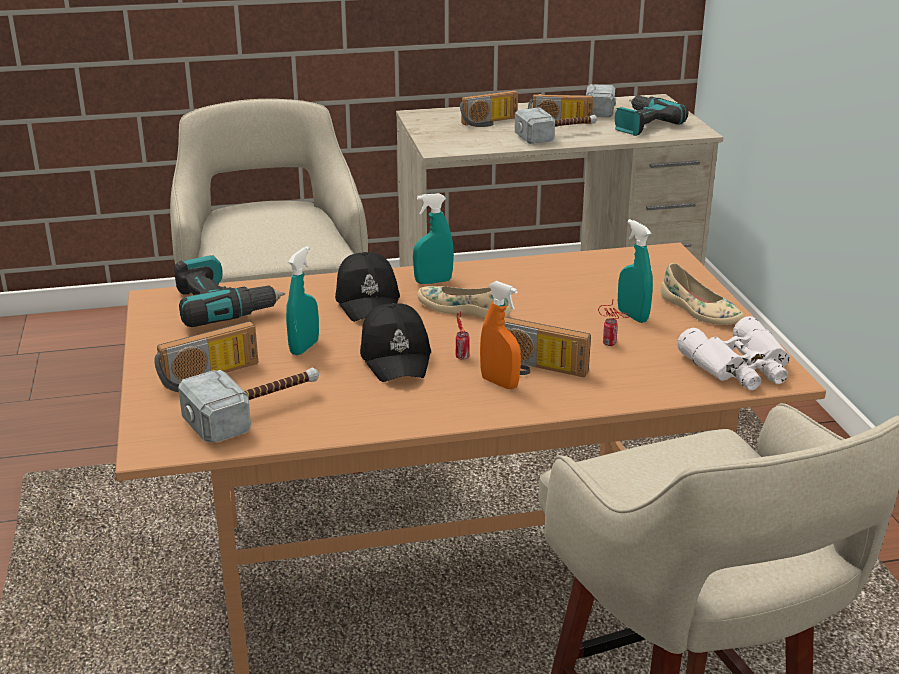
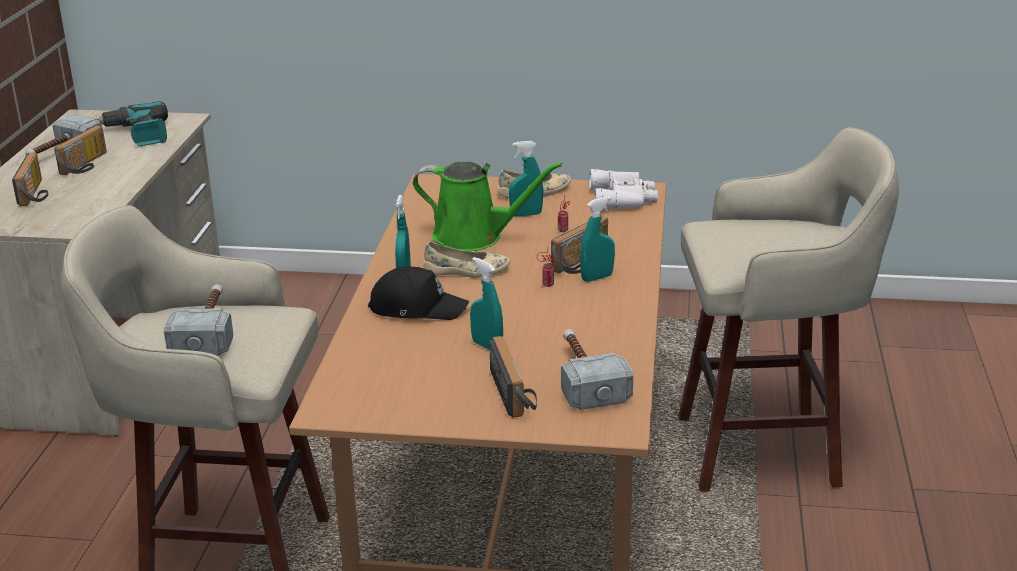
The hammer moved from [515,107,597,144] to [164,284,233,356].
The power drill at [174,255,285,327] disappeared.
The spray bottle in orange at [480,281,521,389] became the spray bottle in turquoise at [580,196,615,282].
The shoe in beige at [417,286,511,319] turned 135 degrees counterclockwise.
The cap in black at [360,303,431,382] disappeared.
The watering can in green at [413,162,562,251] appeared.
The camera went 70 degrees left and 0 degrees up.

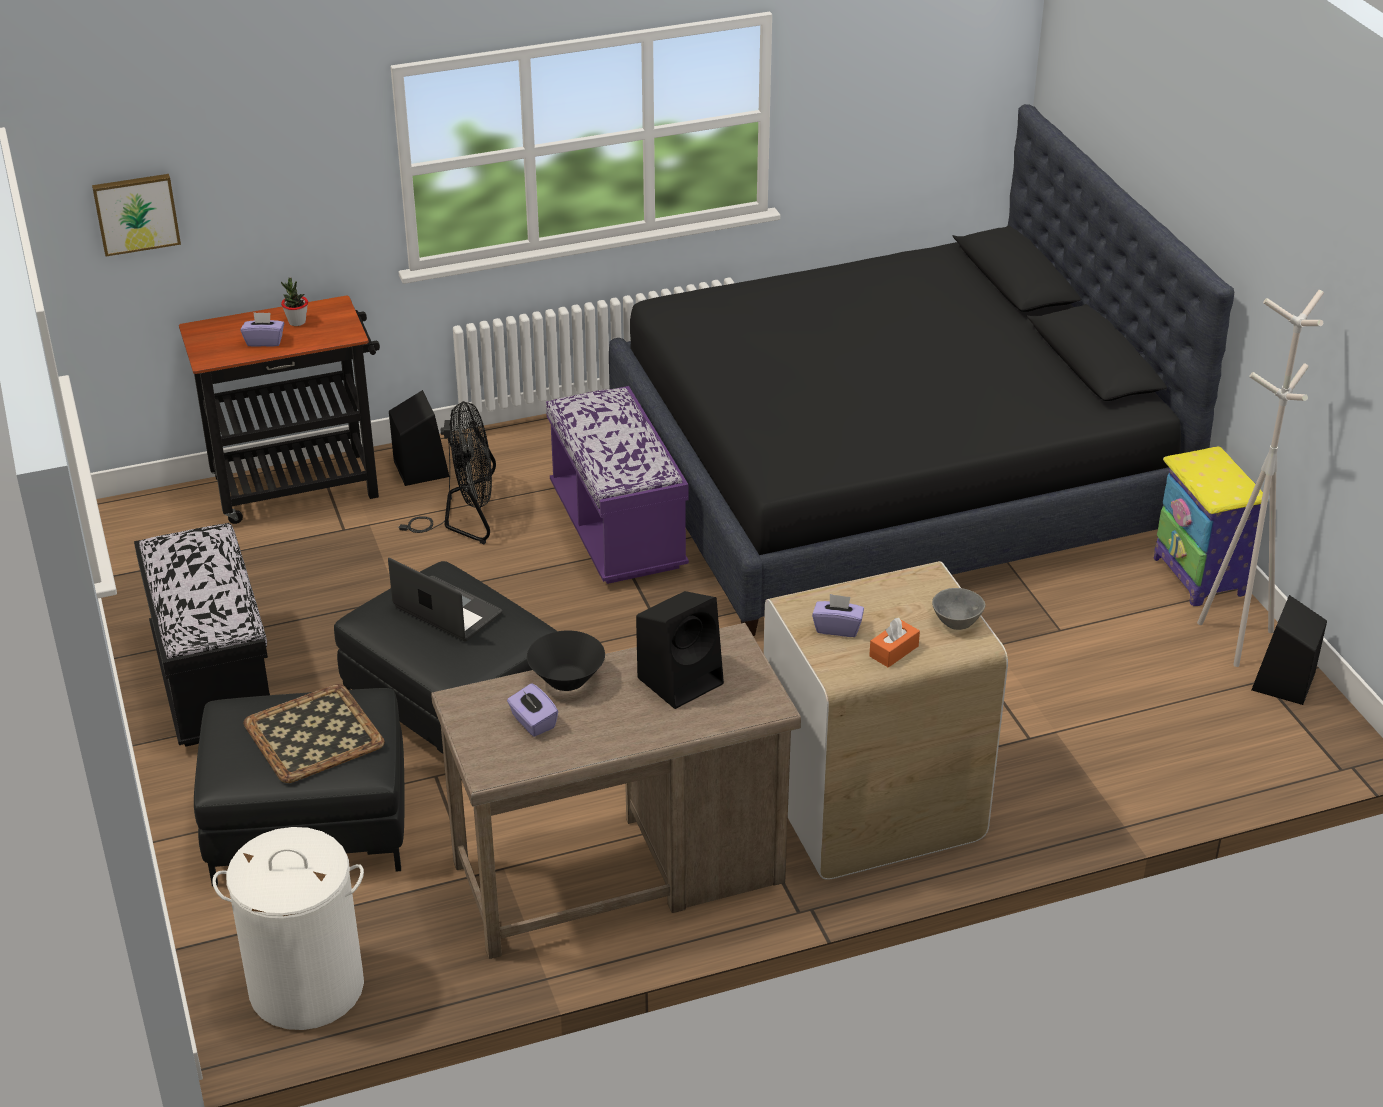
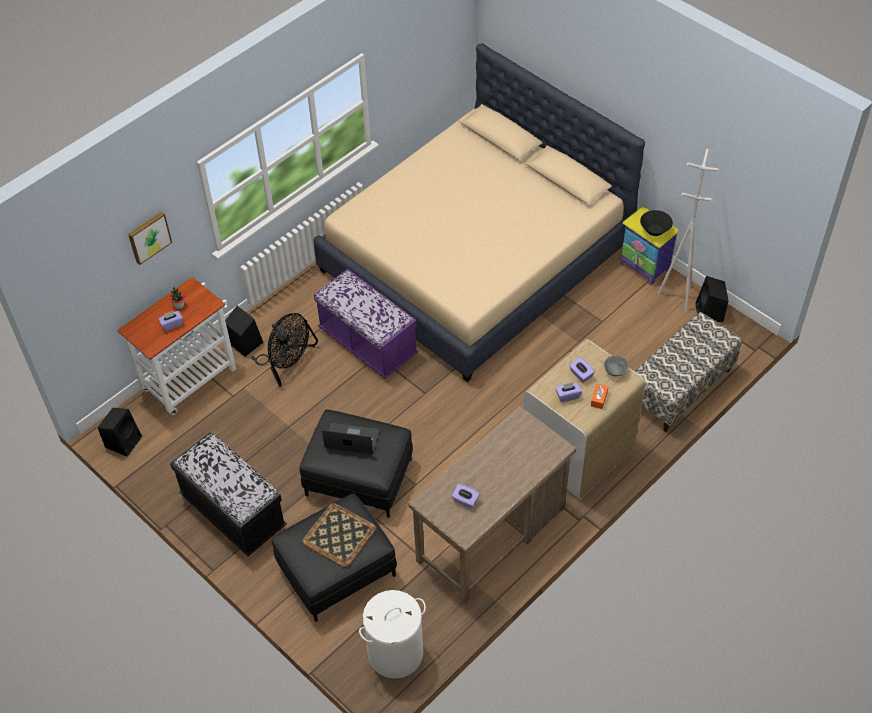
The bed in black at [609,104,1234,636] became the bed in beige at [314,43,645,382].
The picture moved from [92,174,181,256] to [128,212,172,265].
The cart in black at [179,296,380,524] became the cart in white at [117,277,236,415].
The fan in black at [398,401,496,545] turned 60 degrees clockwise.
The speaker in black moved from [636,591,724,709] to [98,408,142,457].
The bowl in black moved from [527,630,605,691] to [640,210,673,236].
The bench at [634,312,742,432] appeared.
The tissue box in purple at [569,357,595,383] appeared.
The camera went 25 degrees left and 15 degrees up.

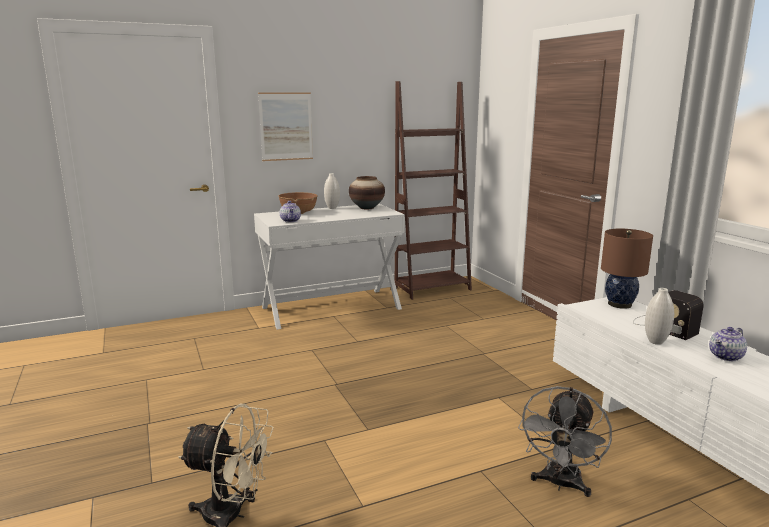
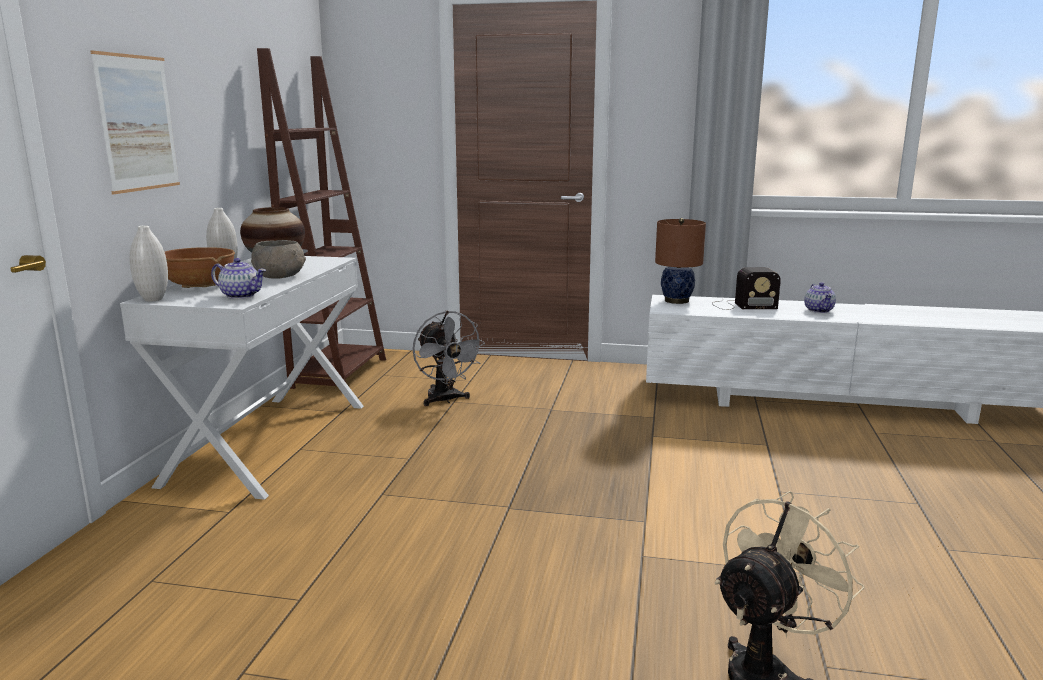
The vase in white moved from [645,288,674,345] to [129,225,168,302].
The fan in grey moved from [518,386,612,497] to [413,311,485,406].
The bowl in grey at [251,240,306,279] appeared.
The camera went 55 degrees left and 0 degrees up.

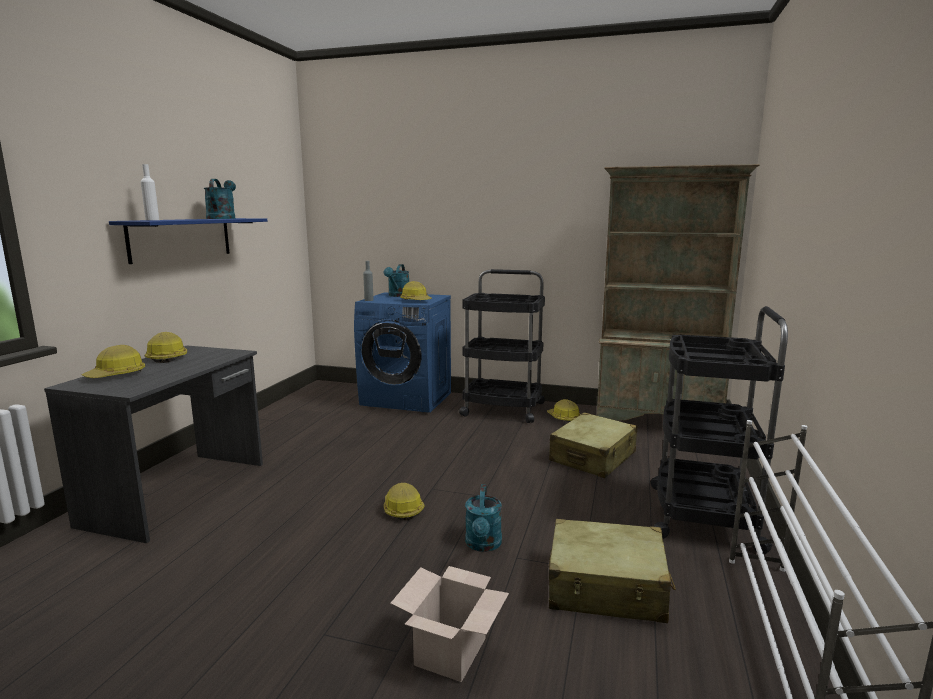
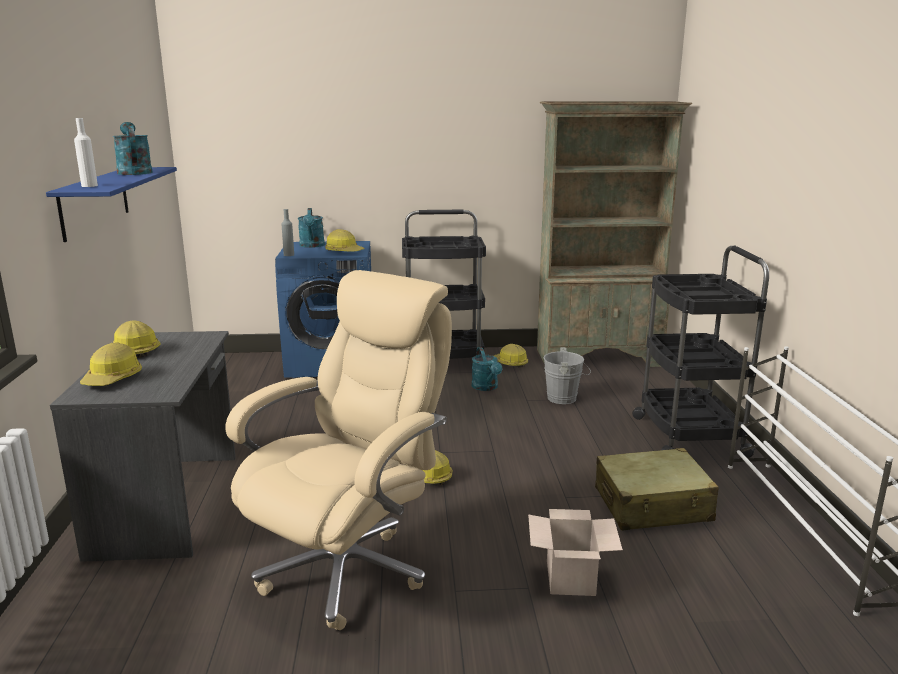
The suitcase in beige at [549,413,637,478] was replaced by the bucket in grey at [544,348,591,404].
The watering can in turquoise moved from [465,484,502,552] to [472,347,502,391].
The office chair in beige at [226,270,452,630] appeared.
The camera went 20 degrees left and 5 degrees up.

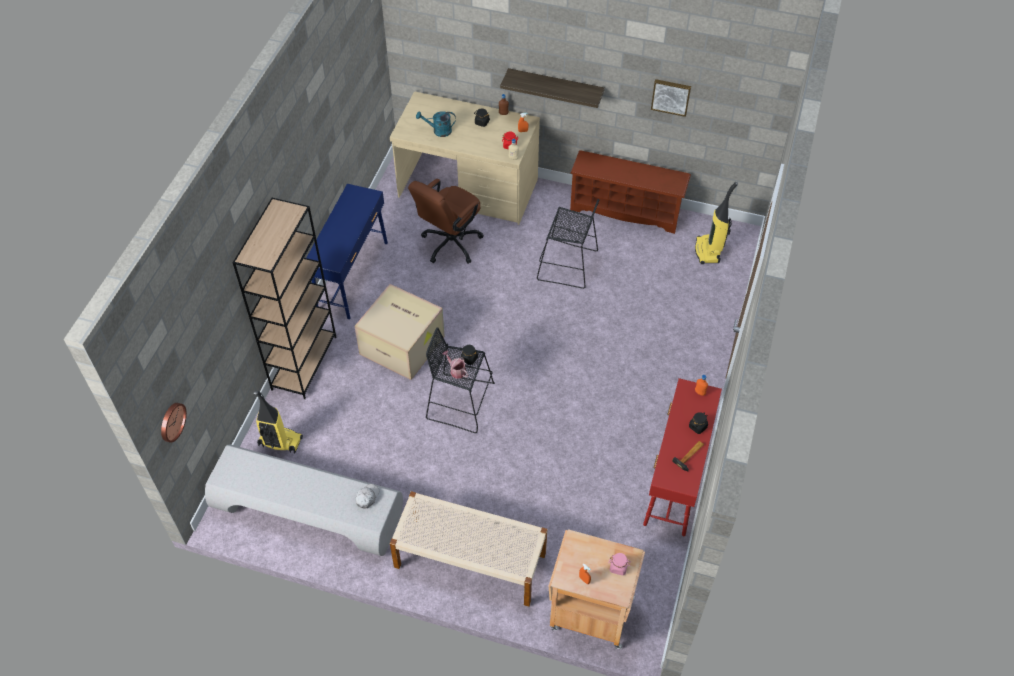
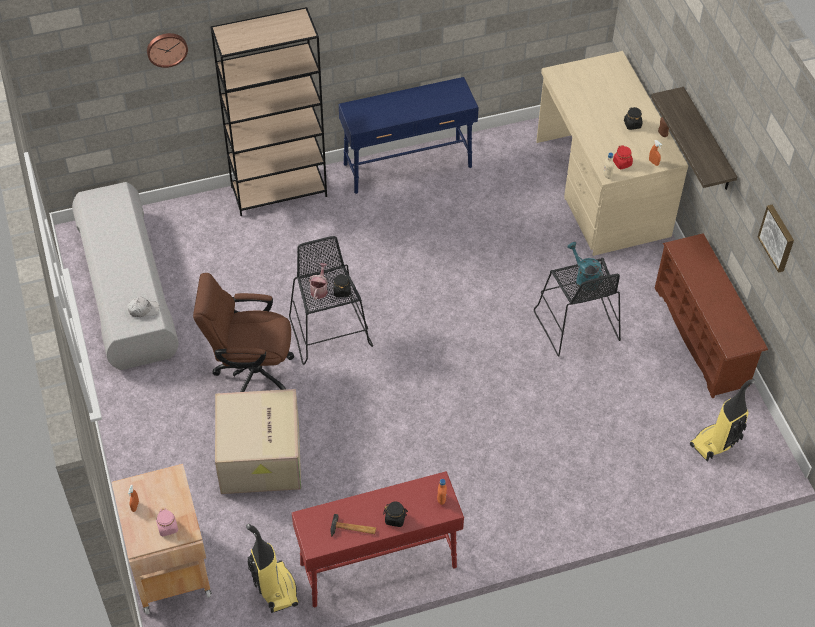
The watering can in turquoise moved from [416,111,456,137] to [567,242,603,291].
The office chair in brown moved from [408,179,484,264] to [193,273,295,392].
The cardboard box moved from [354,284,445,380] to [215,389,301,494].
The vacuum cleaner moved from [254,391,303,454] to [246,524,299,613].
The wall clock moved from [161,403,187,443] to [147,33,188,68].
The bench in beige at [390,491,548,607] disappeared.
The camera went 55 degrees right and 0 degrees up.

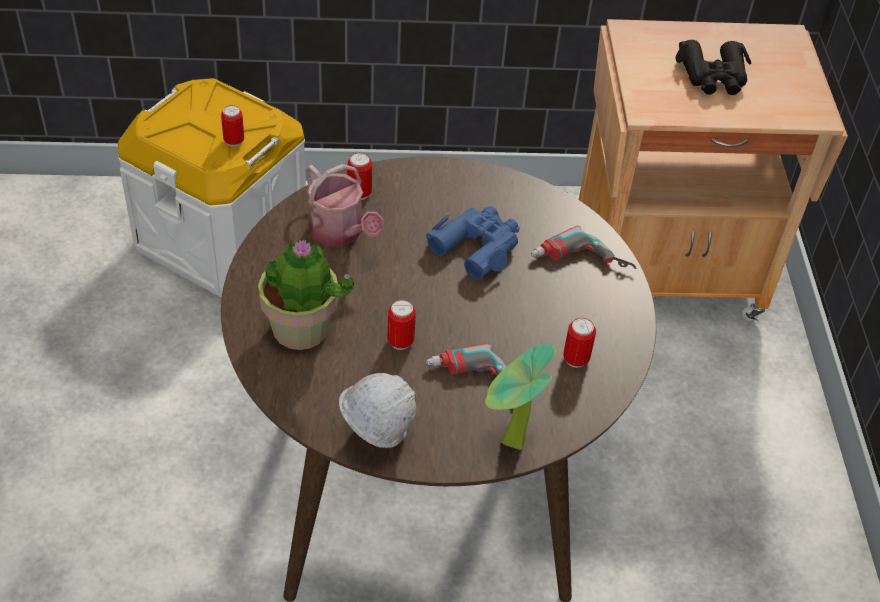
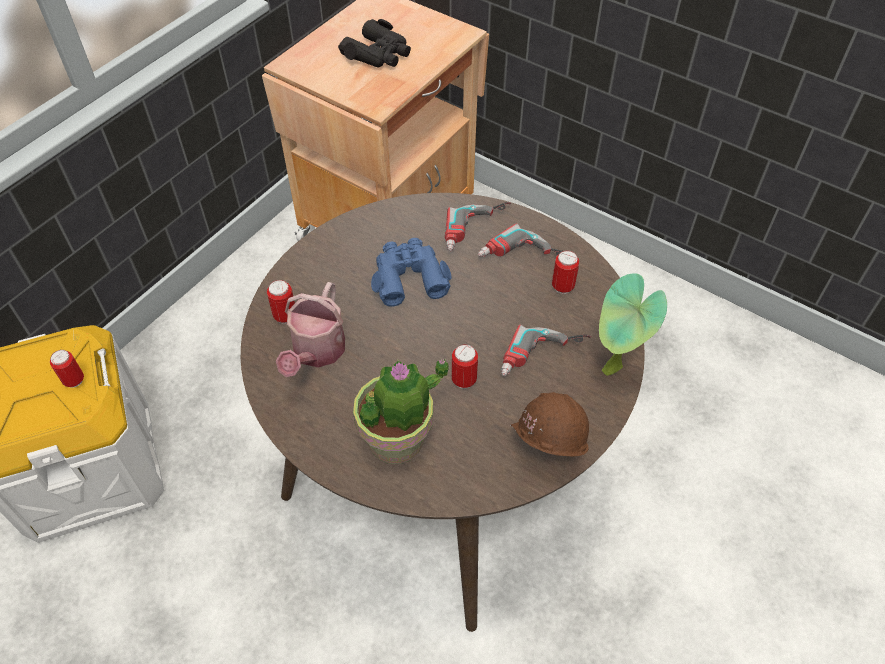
The watering can at [305,164,384,246] turned 105 degrees clockwise.
The hard hat in white at [339,373,416,448] became the hard hat in brown at [510,392,589,456].
The power drill at [478,224,562,257] appeared.
The camera went 50 degrees left and 5 degrees up.

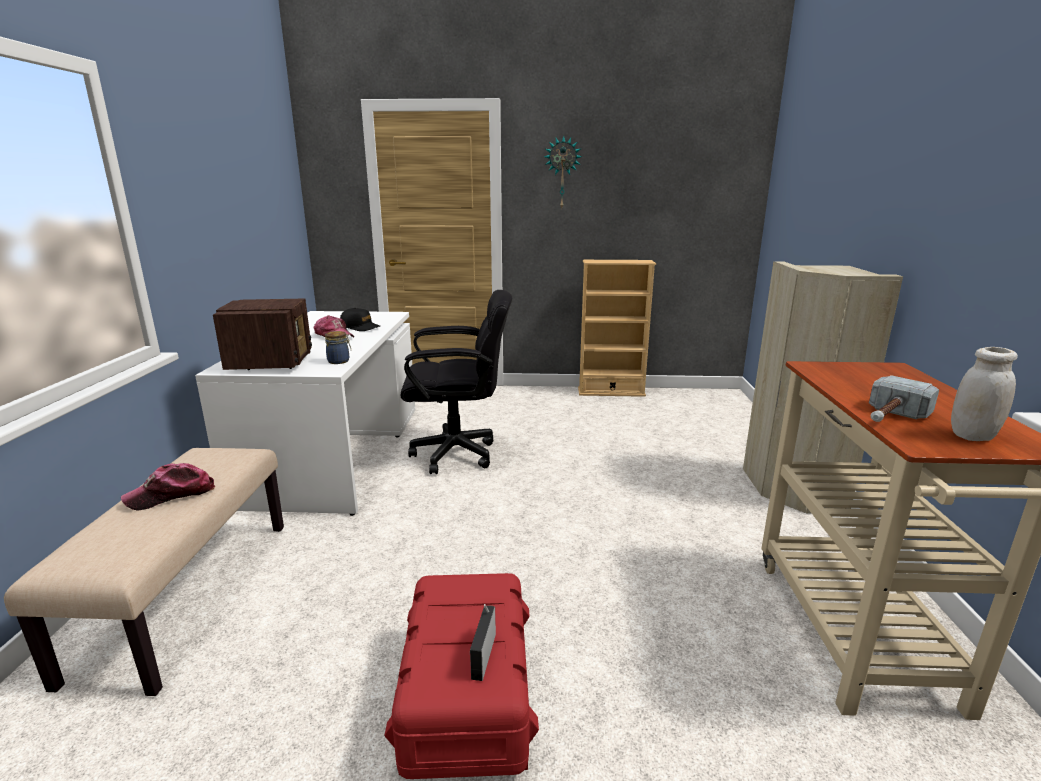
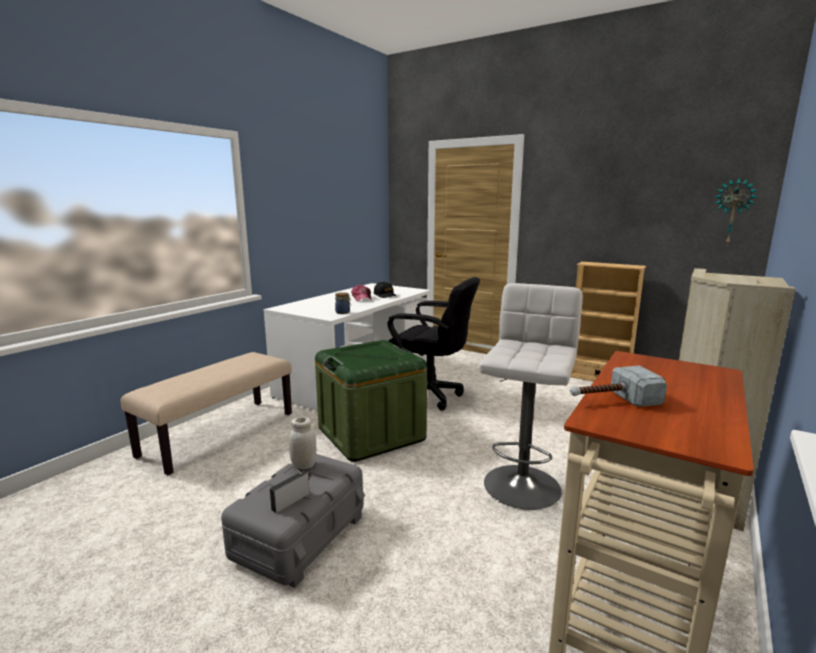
The wall clock moved from [544,136,582,208] to [714,178,758,245].
The radio at [213,299,312,370] disappeared.
The jar in white moved from [951,347,1018,441] to [289,417,317,469].
The cap at [121,463,215,510] disappeared.
The storage box in red at [385,573,539,779] became the storage box in grey at [221,454,365,588].
The stool in white at [480,283,583,510] appeared.
The storage box in green at [315,340,427,462] appeared.
The camera went 30 degrees right and 5 degrees down.

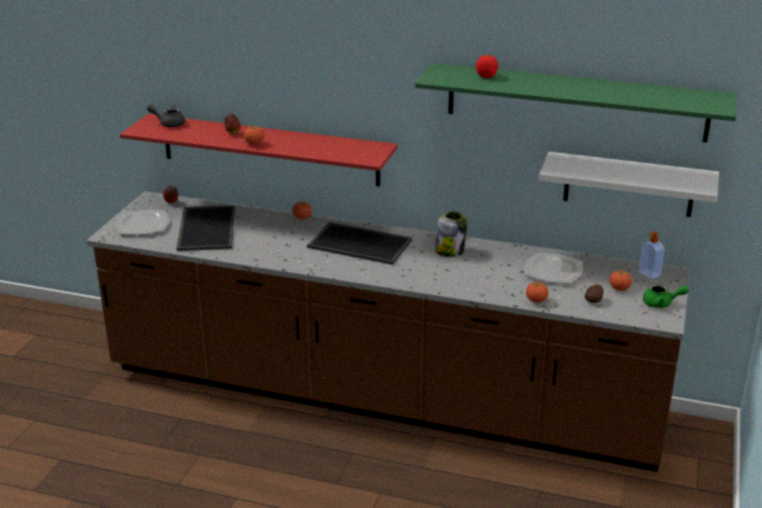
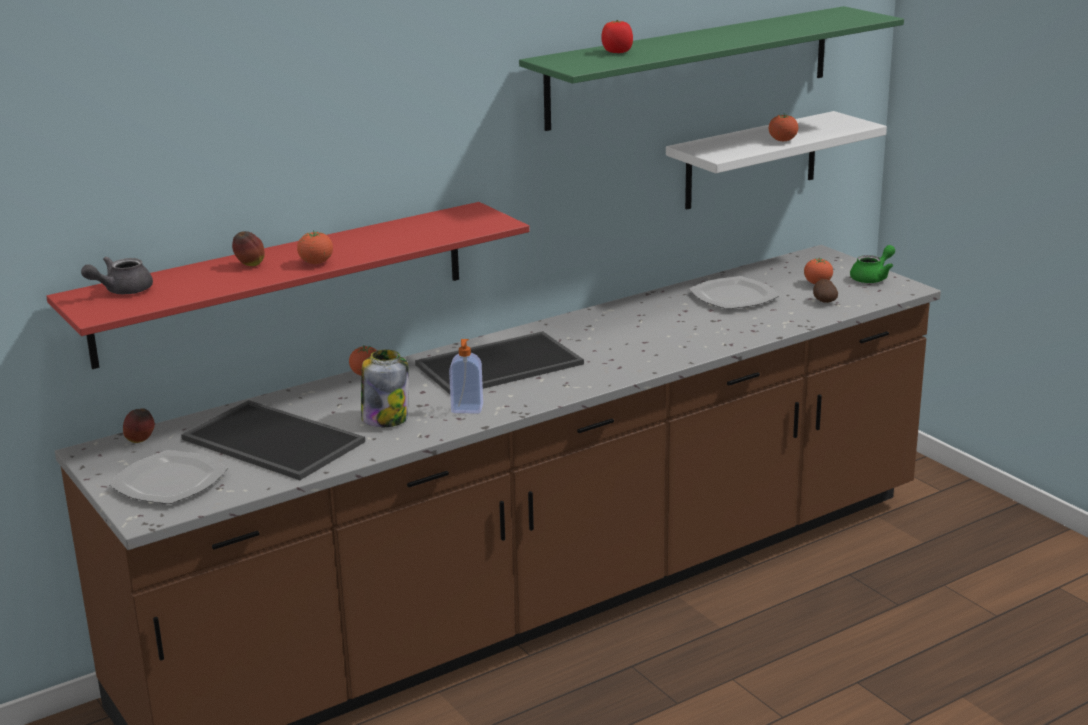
The jar moved from [434,212,468,257] to [361,350,409,427].
The soap dispenser moved from [639,231,665,279] to [449,339,483,414].
The tomato moved from [526,282,549,303] to [769,113,798,141].
The camera went 50 degrees left and 5 degrees down.

